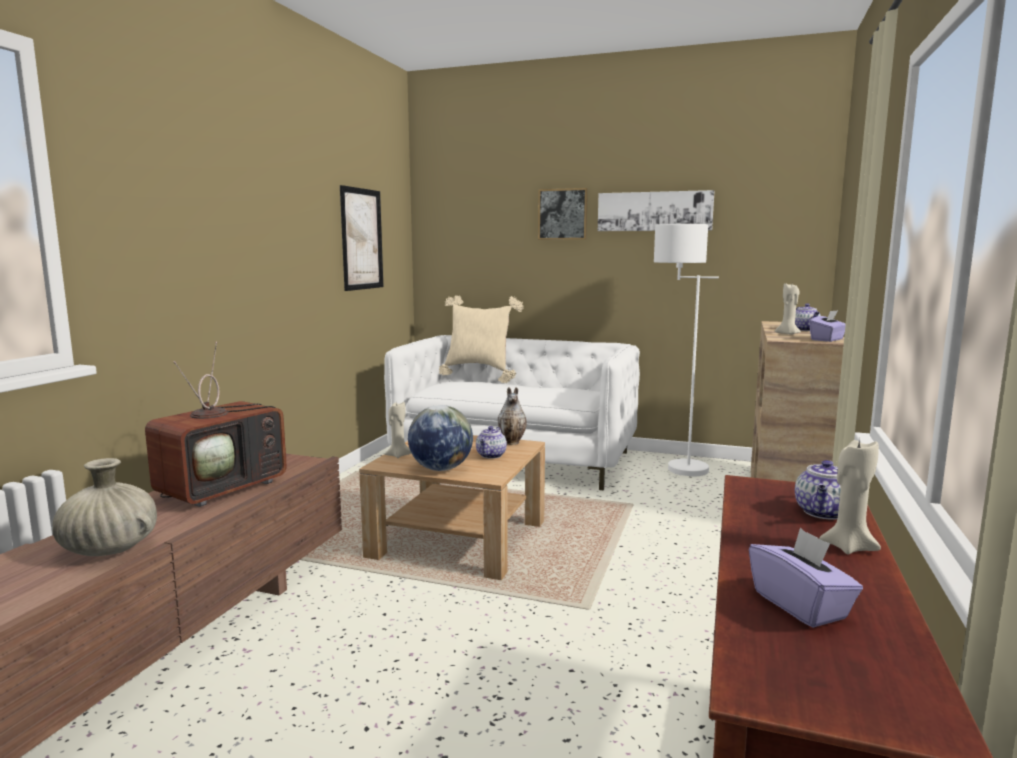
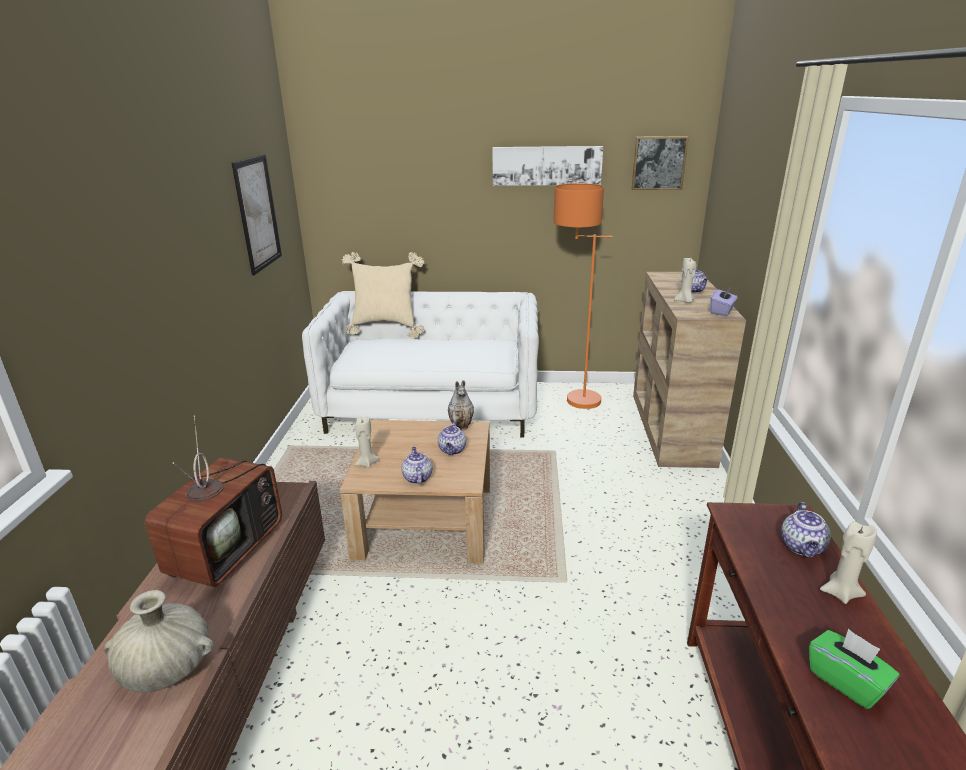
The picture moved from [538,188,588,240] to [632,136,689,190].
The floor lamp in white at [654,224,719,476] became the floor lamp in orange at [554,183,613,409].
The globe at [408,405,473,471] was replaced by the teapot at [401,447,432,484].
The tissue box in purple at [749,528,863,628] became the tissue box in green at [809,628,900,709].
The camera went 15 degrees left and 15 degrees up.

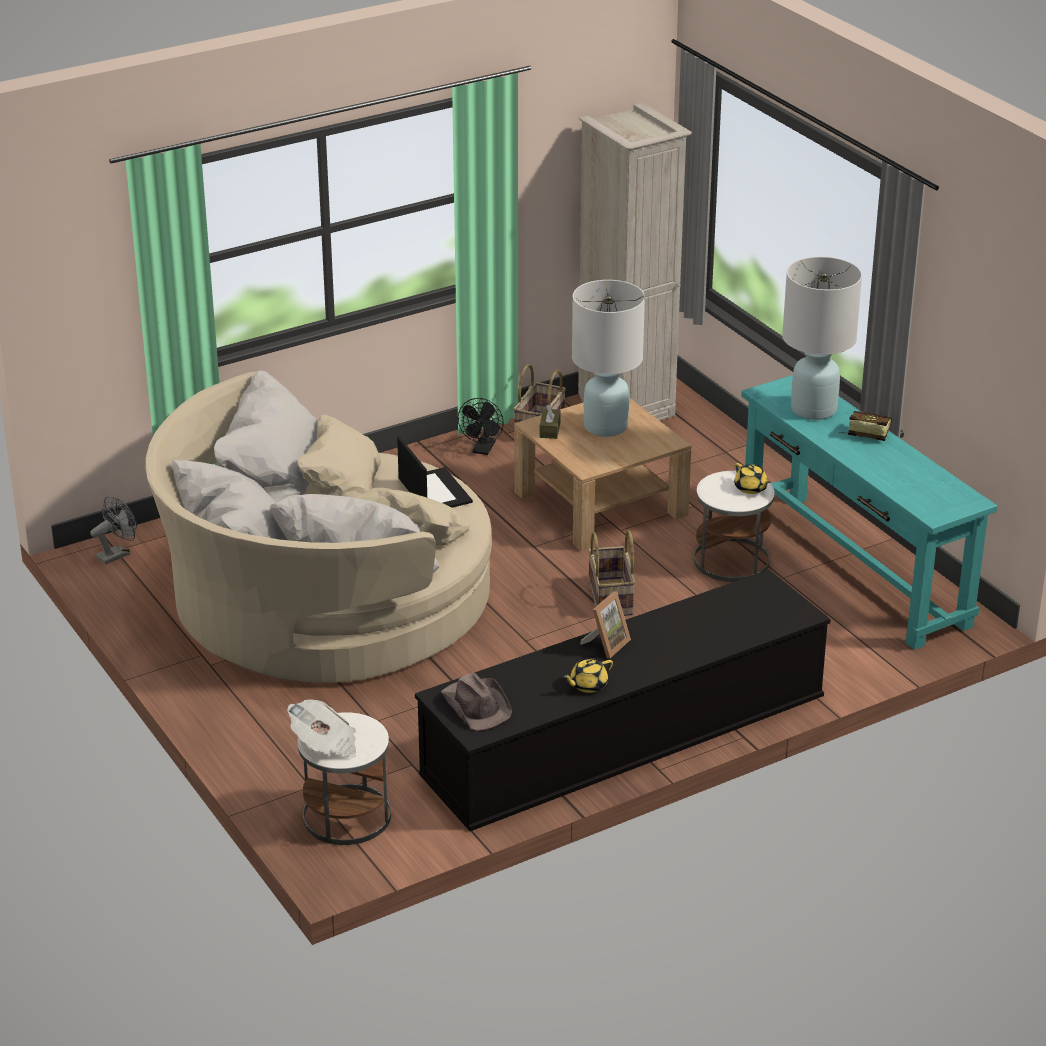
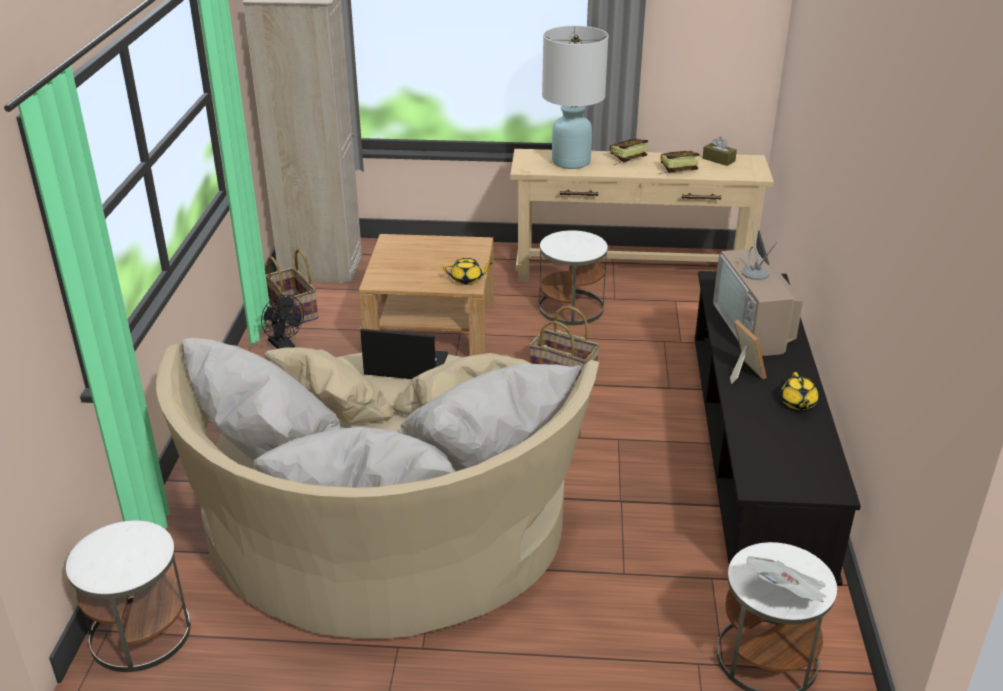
The table lamp in white at [572,280,645,437] disappeared.
The console table in turquoise at [741,375,997,650] became the console table in beige at [510,149,774,282].
The tissue box in brown moved from [540,404,561,439] to [703,137,737,166].
The teapot in yellow moved from [734,463,770,494] to [443,258,492,285].
The fan in grey at [90,496,137,564] was replaced by the side table in white at [66,521,191,672].
The hat in brown at [441,673,512,731] disappeared.
The book at [658,151,700,175] appeared.
The television at [713,210,803,356] appeared.
The camera went 55 degrees left and 0 degrees up.

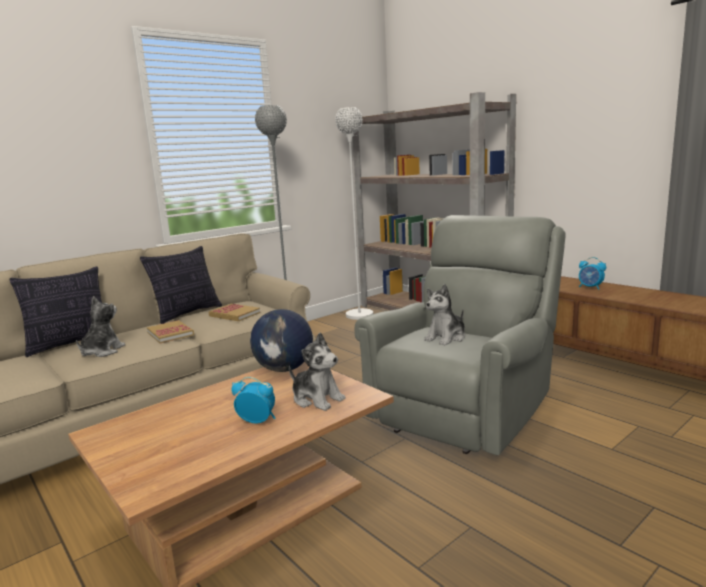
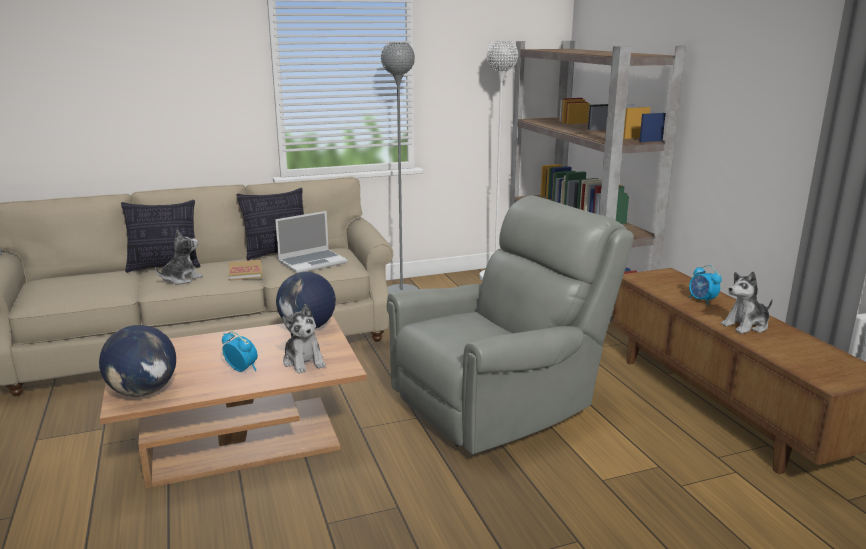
The plush toy moved from [424,284,465,346] to [721,271,773,334].
The book at [209,304,260,321] was replaced by the laptop at [275,211,348,273].
The globe at [99,325,176,397] appeared.
The camera went 20 degrees right and 5 degrees up.

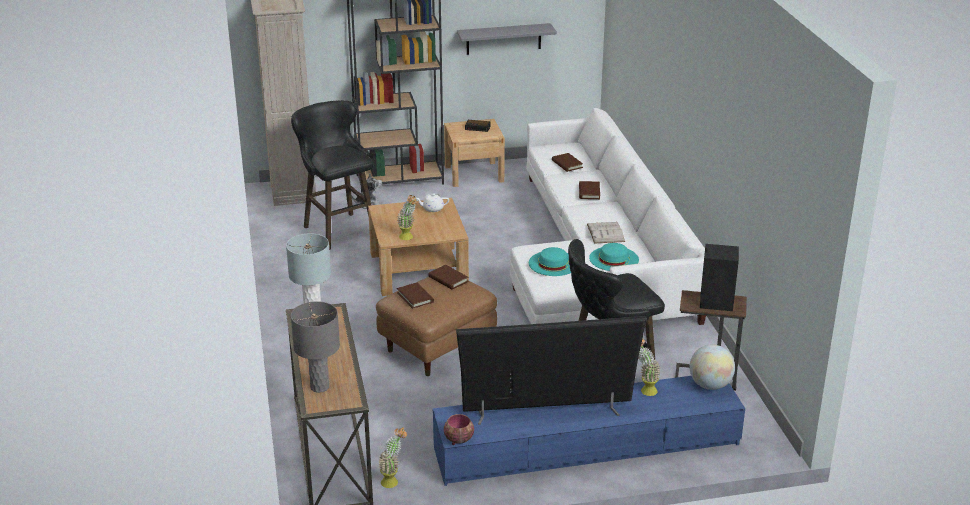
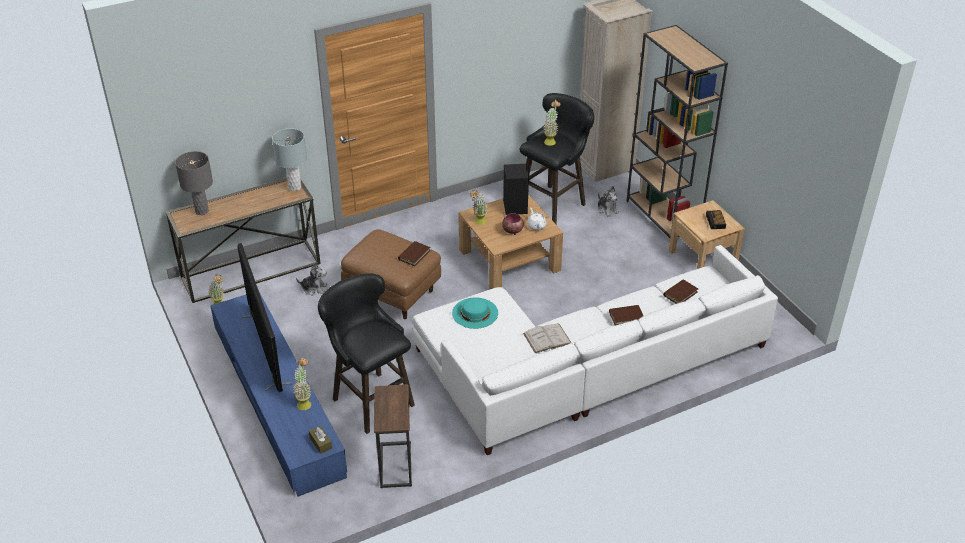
The shelf in grey at [457,23,557,55] disappeared.
The hat in turquoise at [589,243,639,271] disappeared.
The speaker in black moved from [700,244,739,311] to [503,164,529,215].
The book in brown at [397,283,434,309] disappeared.
The globe at [689,345,735,390] was replaced by the tissue box in brown at [309,426,332,454].
The bowl moved from [444,414,474,445] to [502,213,524,235].
The potted plant at [543,100,560,146] appeared.
The plush toy at [296,263,327,296] appeared.
The camera went 75 degrees right and 10 degrees up.

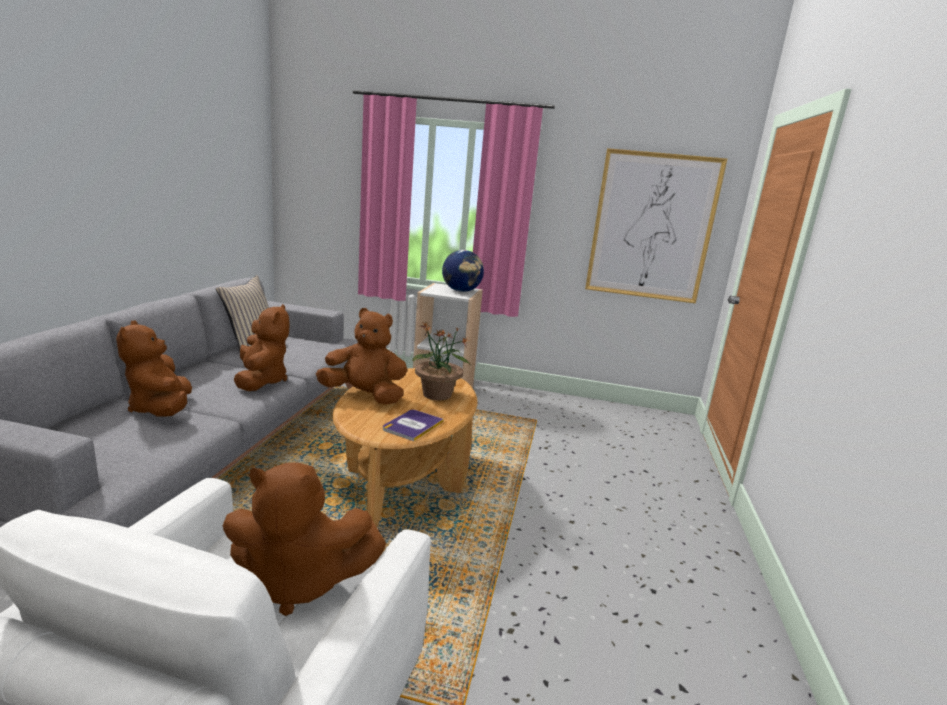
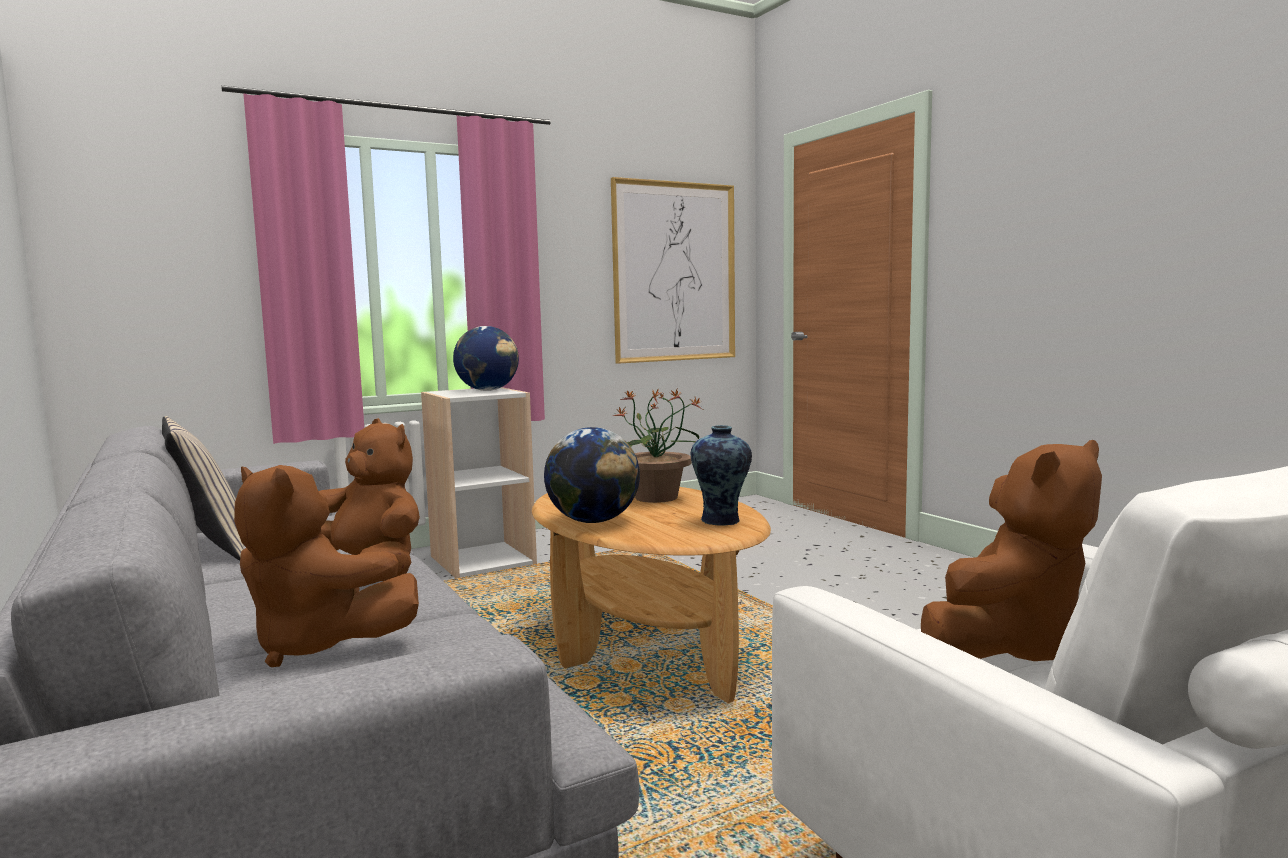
The plush toy in brown at [316,308,407,405] was replaced by the globe at [544,427,640,523].
The book at [383,410,443,441] was replaced by the vase at [691,425,752,526].
The camera went 40 degrees left and 10 degrees down.

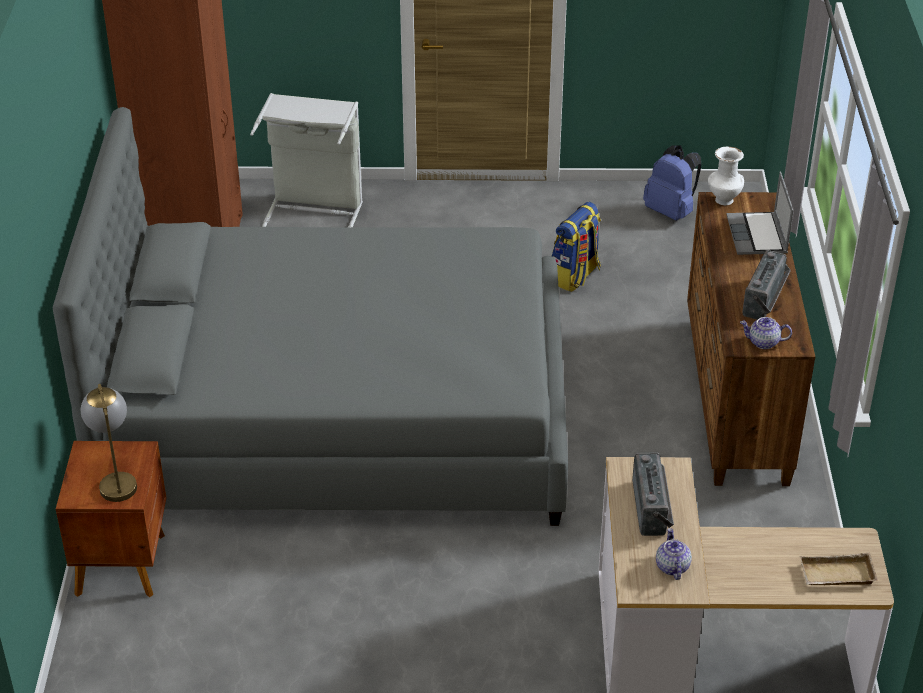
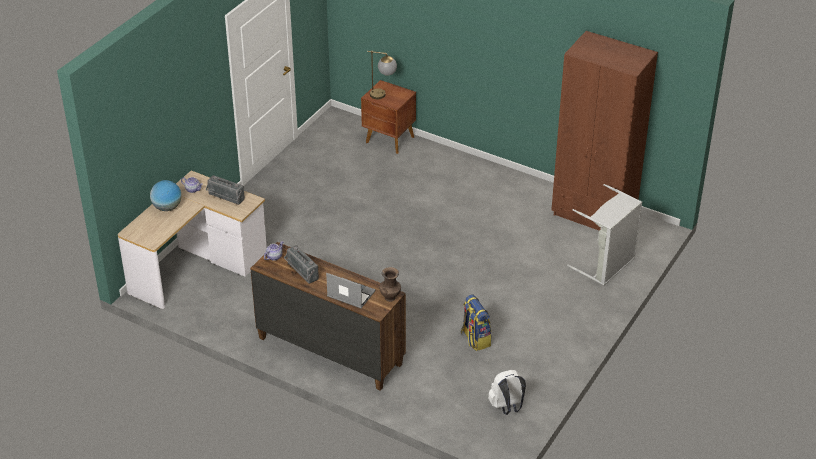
The bed in grey at [53,107,568,526] disappeared.
The backpack in blue at [643,145,701,221] became the backpack in white at [488,370,526,415].
The vase in white at [708,147,744,205] became the vase in brown at [379,267,401,302].
The tray in beige at [800,552,878,585] disappeared.
The globe at [150,180,182,211] appeared.
The camera went 120 degrees right and 0 degrees up.

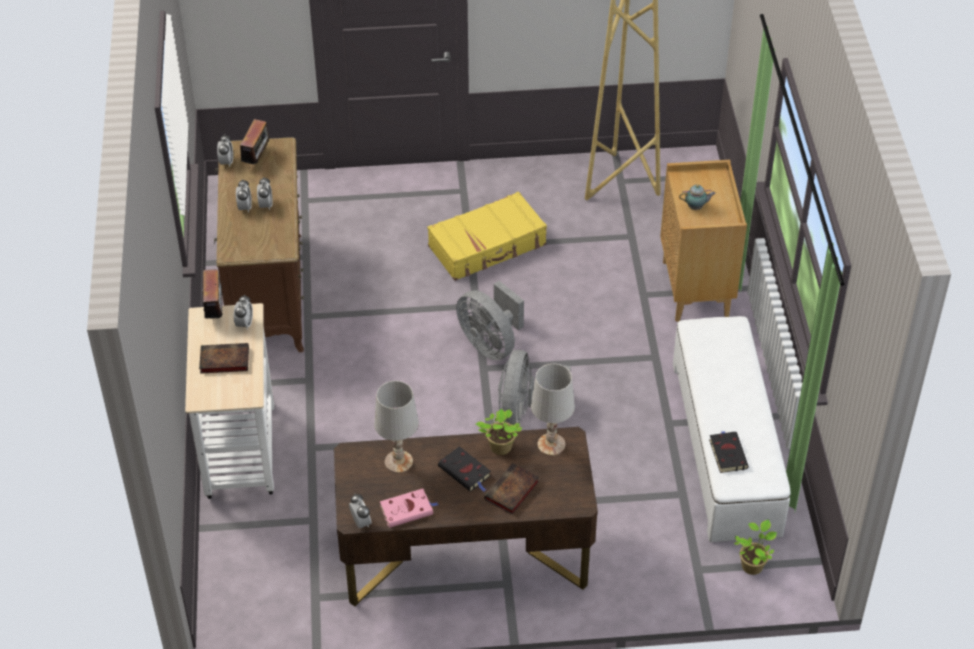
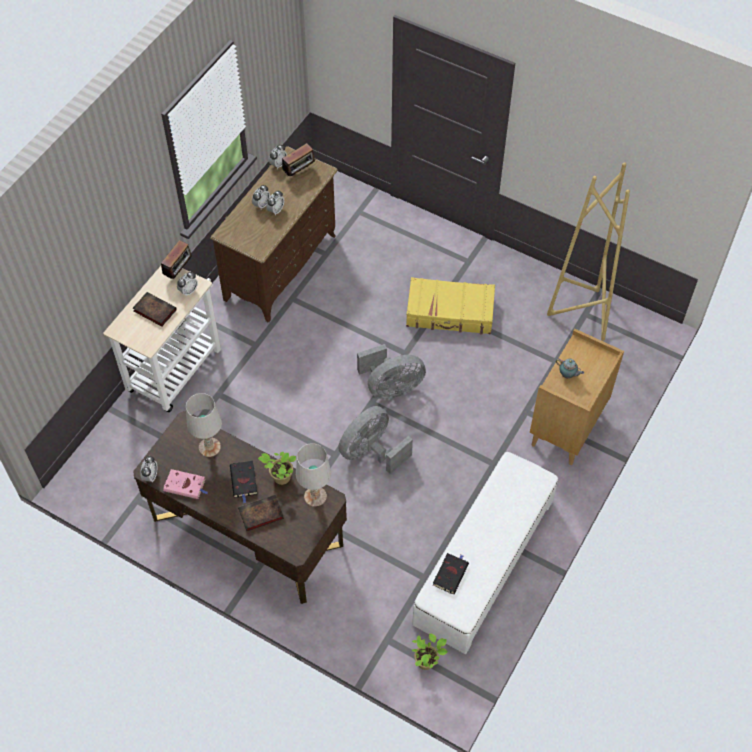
The fan in grey at [456,281,524,360] turned 105 degrees counterclockwise.
The camera went 35 degrees right and 10 degrees up.

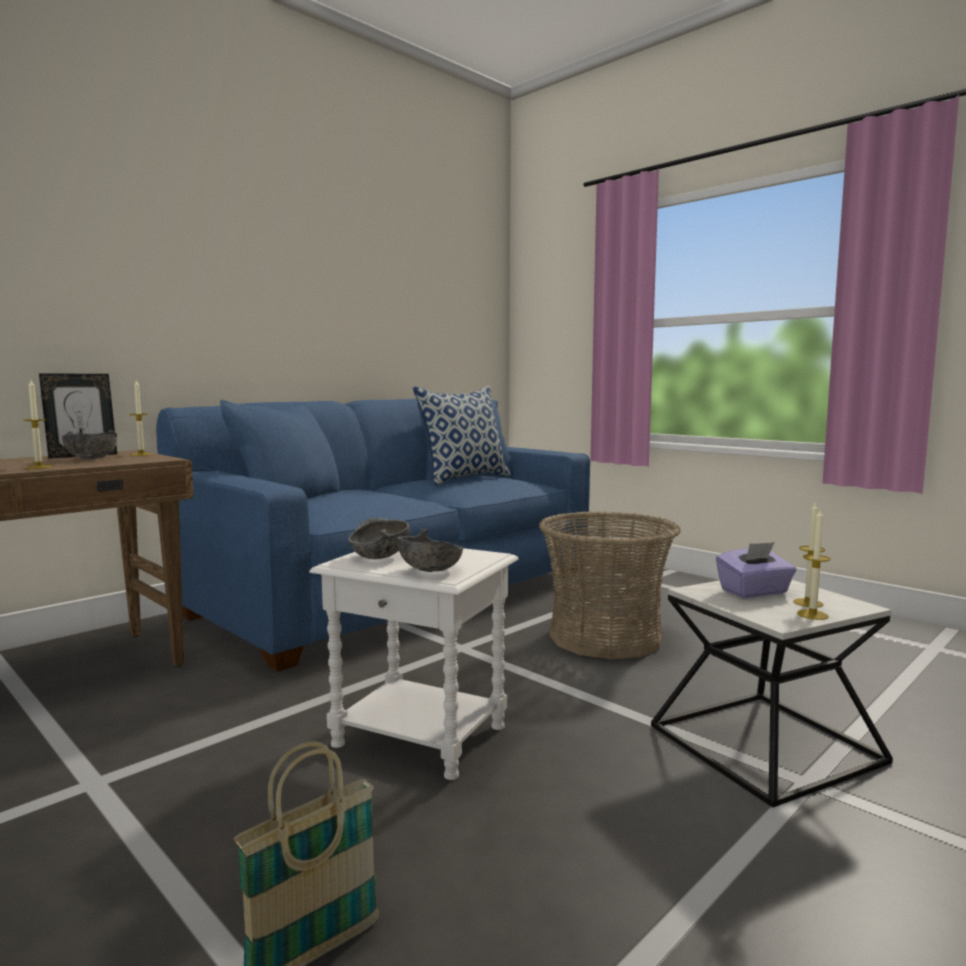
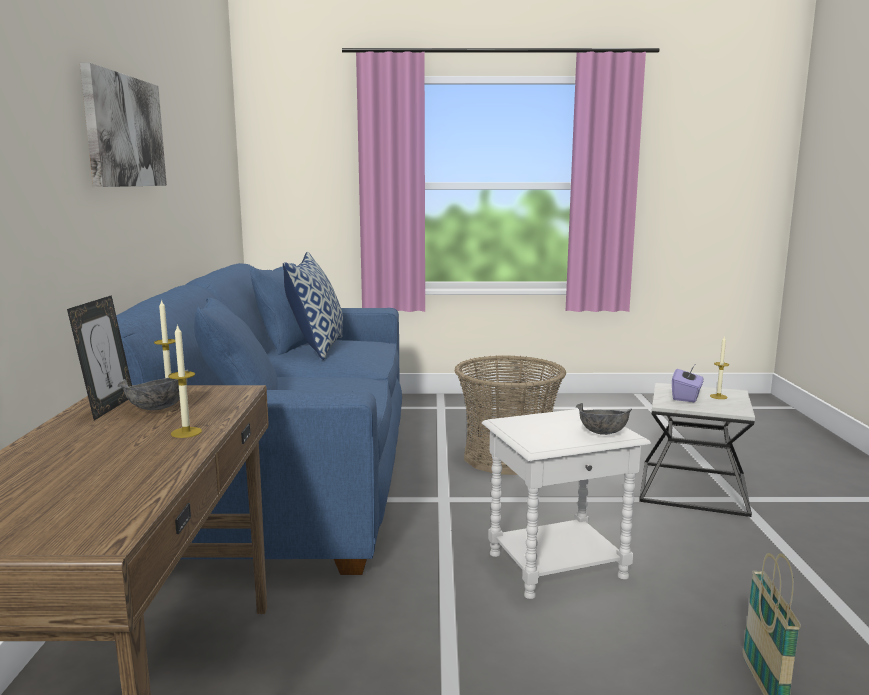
The candle at [797,510,831,620] disappeared.
The bowl in grey at [348,518,410,559] disappeared.
The picture at [80,63,167,187] appeared.
The camera went 45 degrees left and 5 degrees up.

